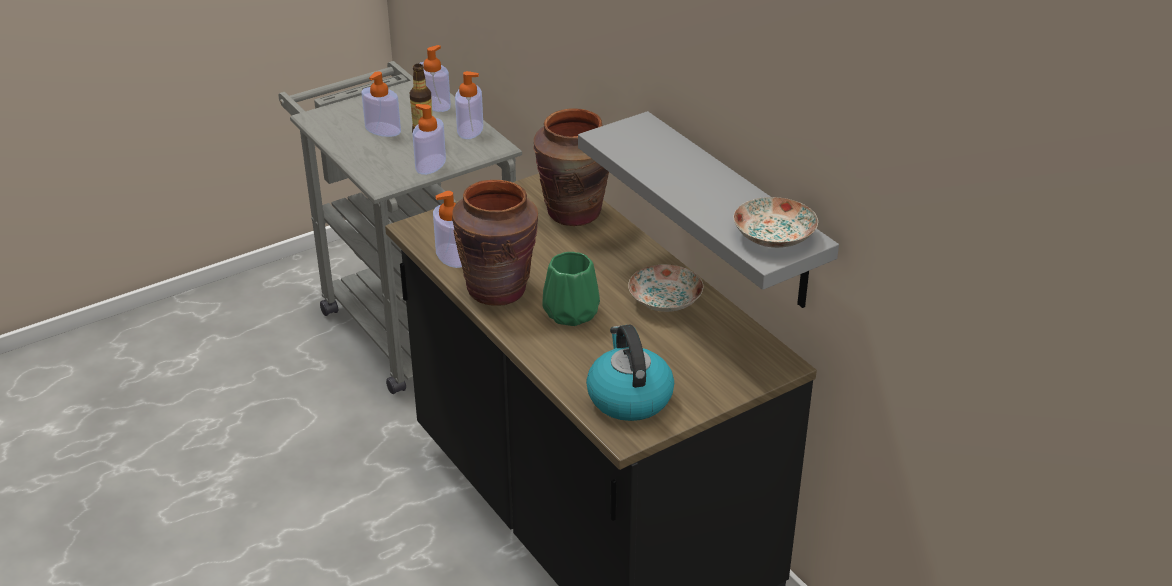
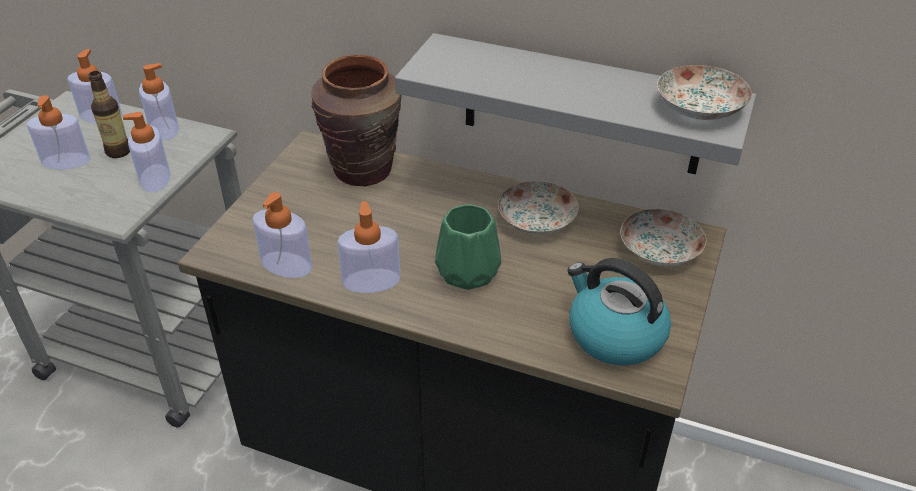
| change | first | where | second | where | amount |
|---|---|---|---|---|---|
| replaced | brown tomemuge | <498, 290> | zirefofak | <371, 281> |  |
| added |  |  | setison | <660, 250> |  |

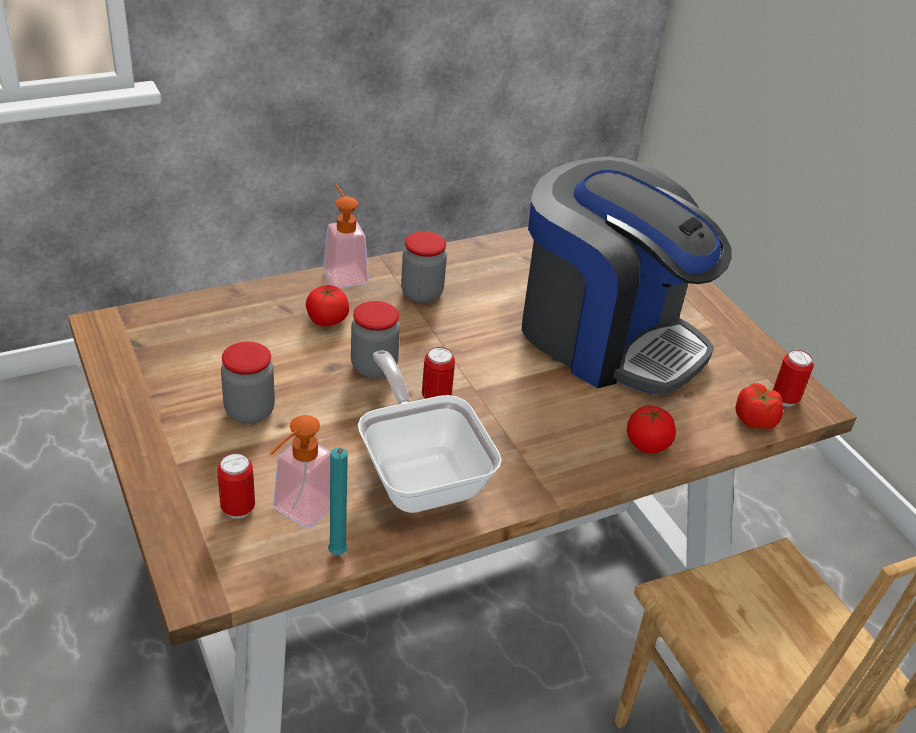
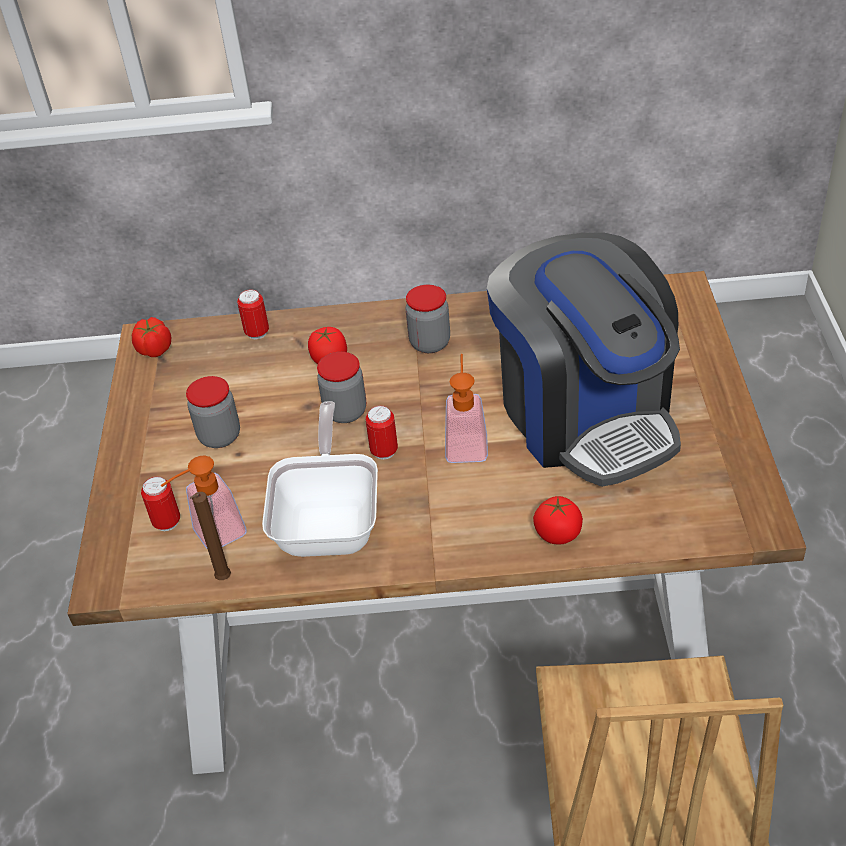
| change | first | where | second | where | amount |
|---|---|---|---|---|---|
| moved | zirefofak | <343, 272> |  | <466, 442> |  |
| moved | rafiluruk | <785, 399> |  | <257, 333> |  |
| moved | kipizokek | <755, 420> |  | <154, 349> |  |
| recoloured | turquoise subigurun | <337, 555> | brown subigurun | <222, 580> |  |

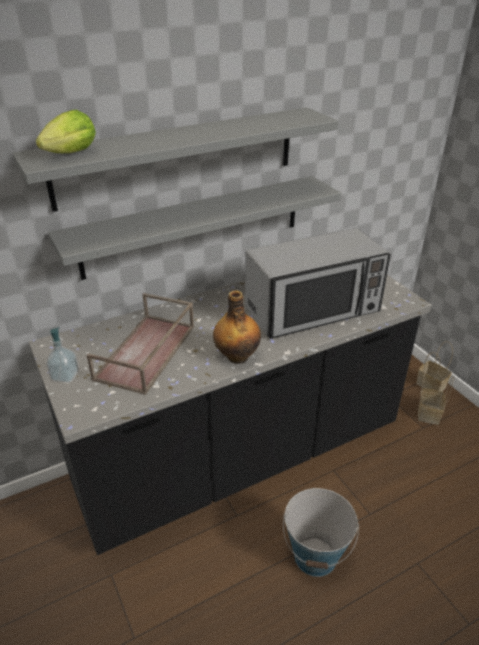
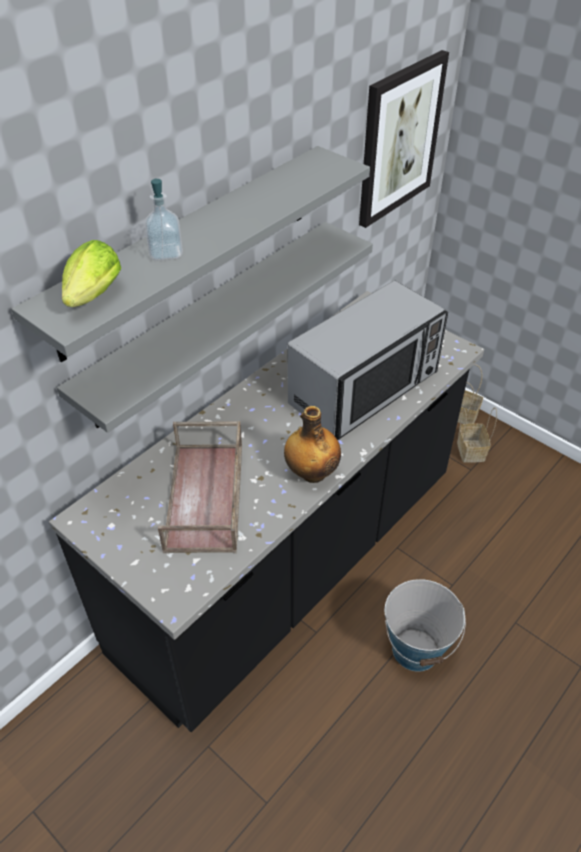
| change | first | where | second | where | amount |
|---|---|---|---|---|---|
| moved | zirefofak | <65, 376> |  | <166, 253> |  |
| added |  |  | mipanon | <399, 139> |  |

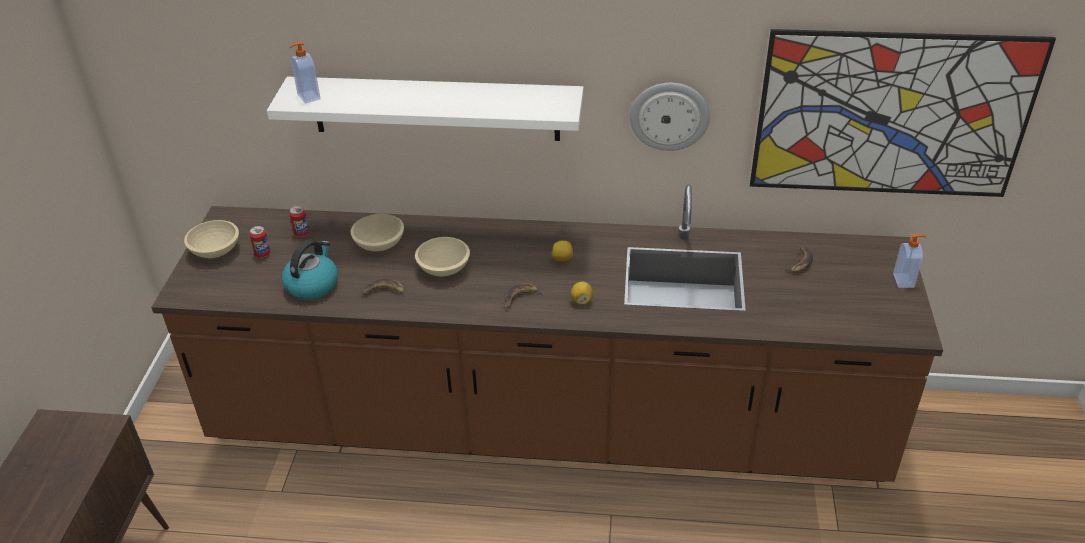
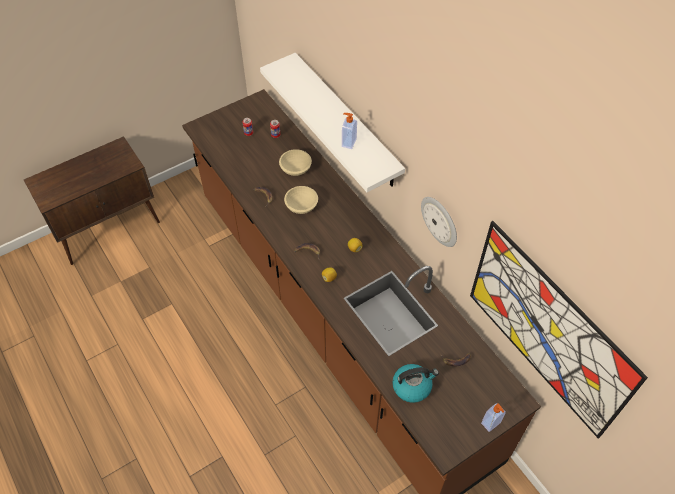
| change | first | where | second | where | amount |
|---|---|---|---|---|---|
| moved | zirefofak | <308, 97> |  | <348, 142> |  |
| removed | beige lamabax | <216, 250> |  |  |  |
| moved | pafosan | <312, 285> |  | <412, 386> |  |

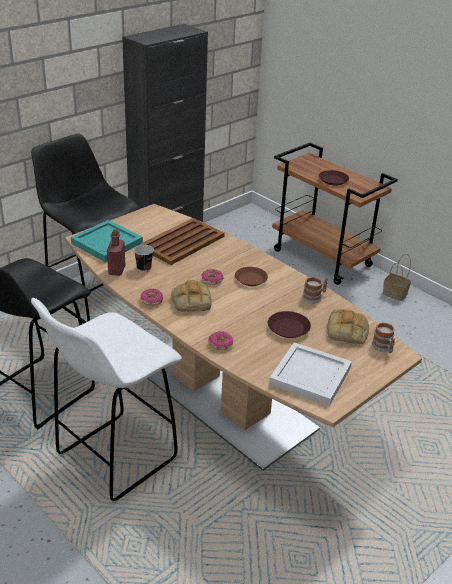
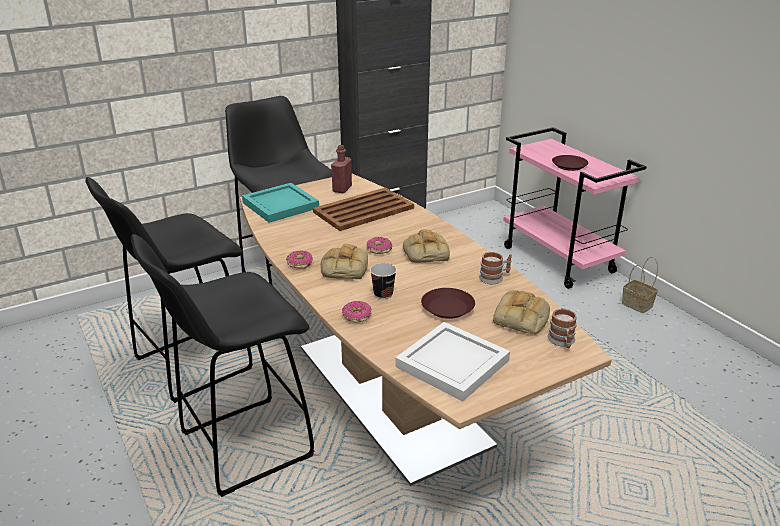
| change | first | where | second | where | amount |
|---|---|---|---|---|---|
| recoloured | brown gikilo | <323, 258> | pink gikilo | <559, 260> |  |
| moved | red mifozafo | <116, 270> |  | <342, 189> |  |
| moved | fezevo | <144, 268> |  | <383, 294> |  |
| replaced | brown setison | <250, 279> | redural | <425, 252> |  |
| recoloured | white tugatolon | <113, 459> | black tugatolon | <242, 446> |  |

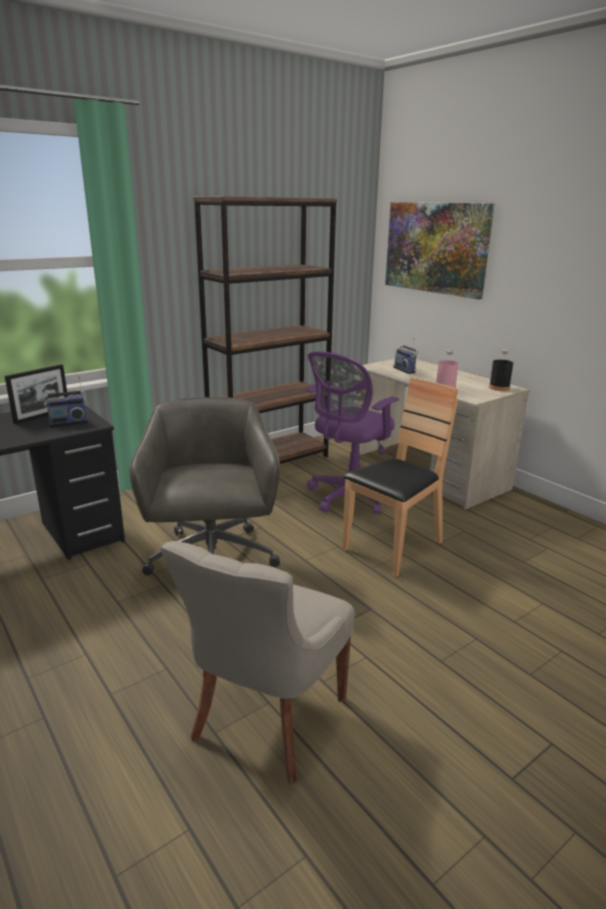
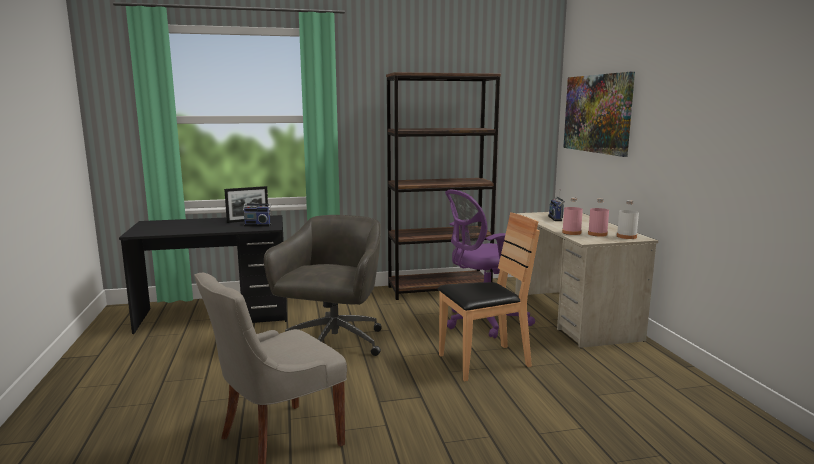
| change | first | where | second | where | amount |
|---|---|---|---|---|---|
| recoloured | black mifozafo | <499, 388> | white mifozafo | <626, 236> |  |
| added |  |  | pink mifozafo | <597, 234> |  |

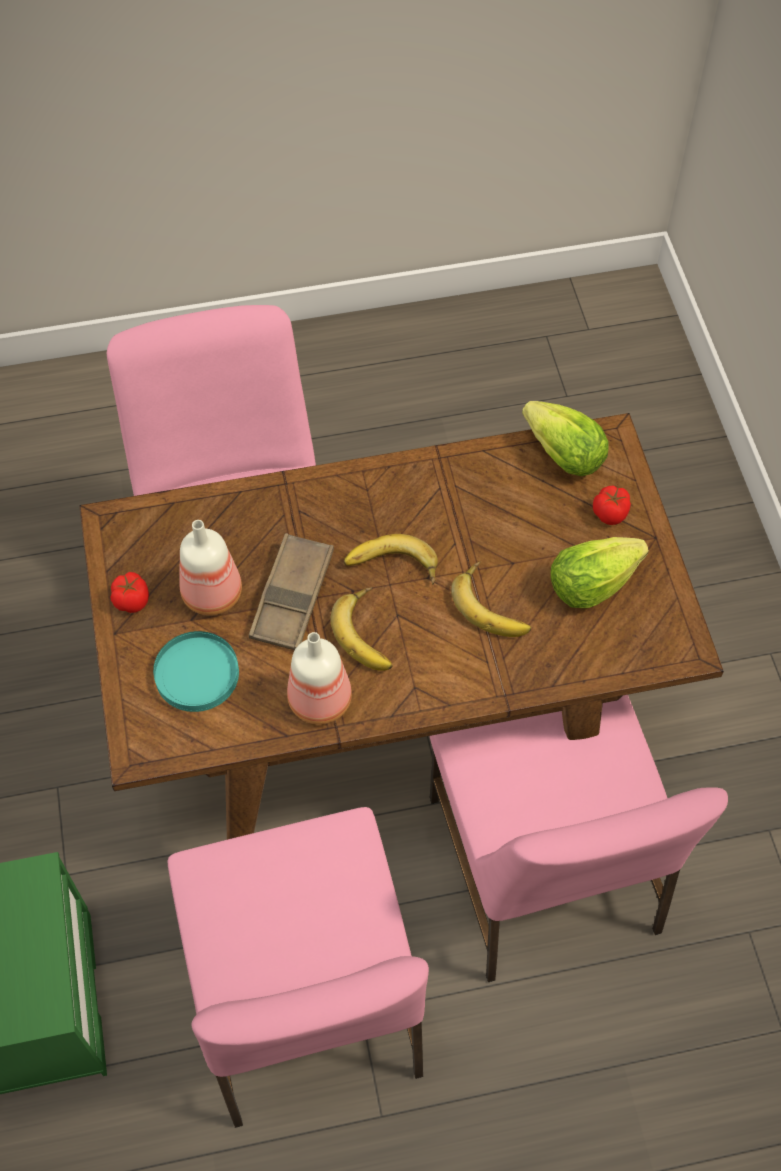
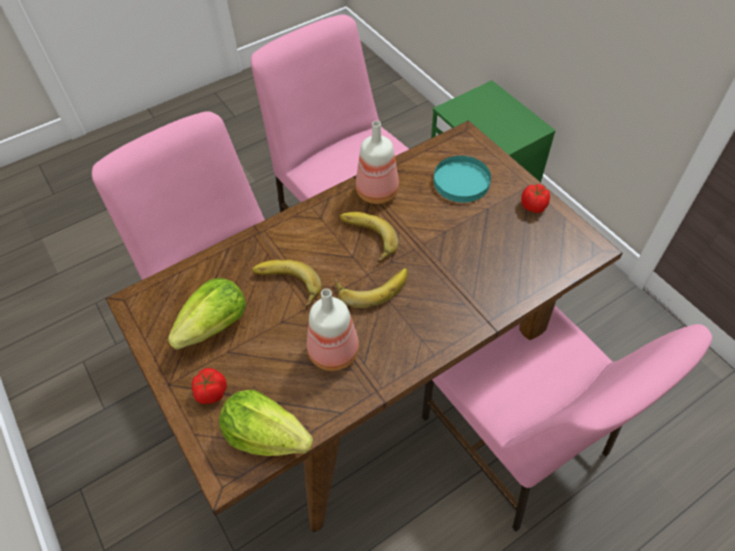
| change | first | where | second | where | amount |
|---|---|---|---|---|---|
| moved | mifozafo | <214, 594> |  | <332, 352> |  |
| removed | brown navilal | <292, 597> |  |  |  |

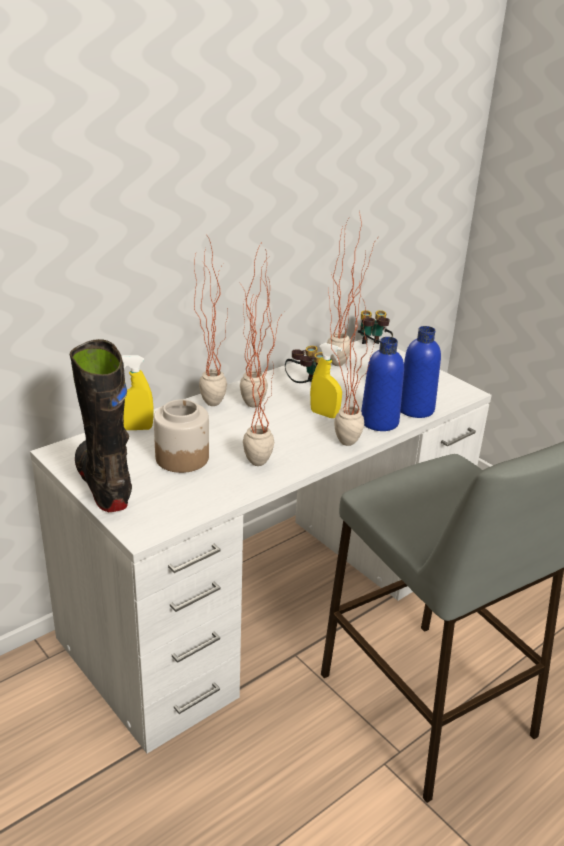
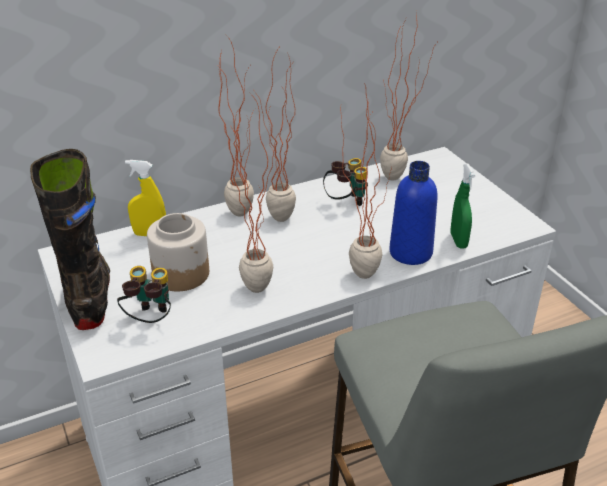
| change | first | where | second | where | amount |
|---|---|---|---|---|---|
| moved | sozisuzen | <372, 347> |  | <150, 319> |  |
| replaced | blue mifozafo | <415, 409> | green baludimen | <458, 241> |  |
| removed | yellow baludimen | <324, 414> |  |  |  |

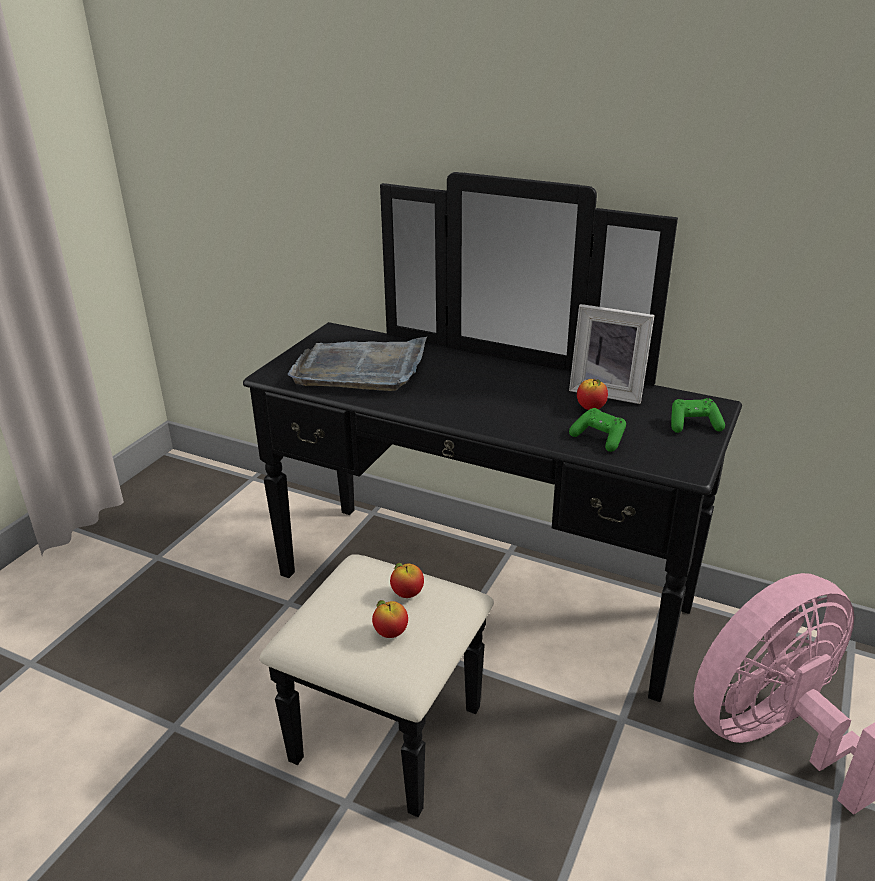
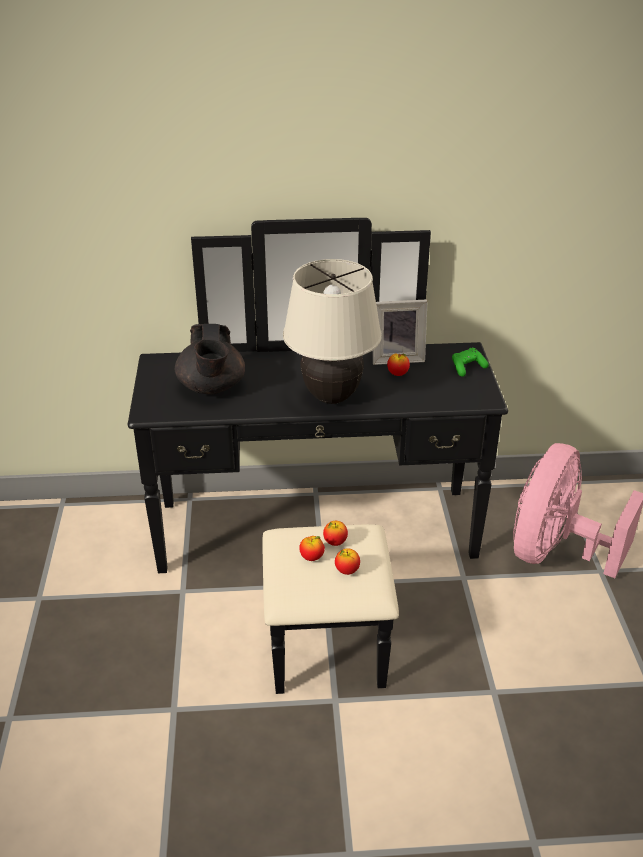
| change | first | where | second | where | amount |
|---|---|---|---|---|---|
| replaced | grey navilal | <361, 368> | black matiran | <211, 388> |  |
| removed | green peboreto | <599, 438> |  |  |  |
| added |  |  | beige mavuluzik | <331, 397> |  |
| added |  |  | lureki | <312, 557> |  |

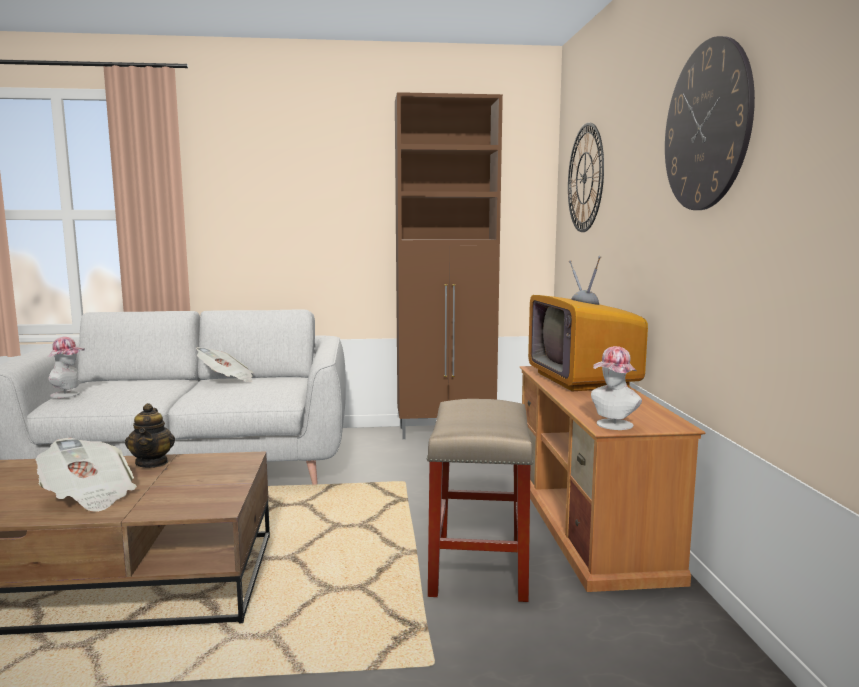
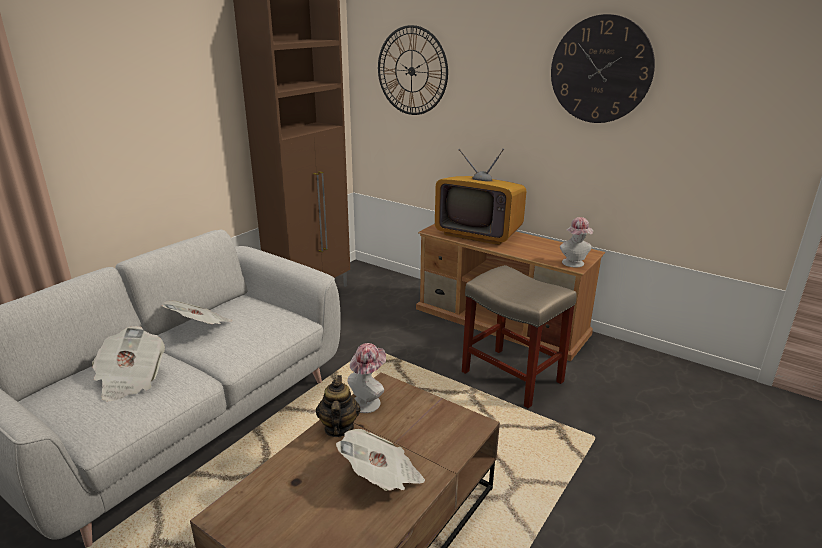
| change | first | where | second | where | amount |
|---|---|---|---|---|---|
| moved | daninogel | <69, 394> |  | <368, 401> |  |
| turned | matiran | <152, 463> |  | <338, 428> | 120 degrees counterclockwise |
| added |  |  | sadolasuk | <130, 379> |  |

